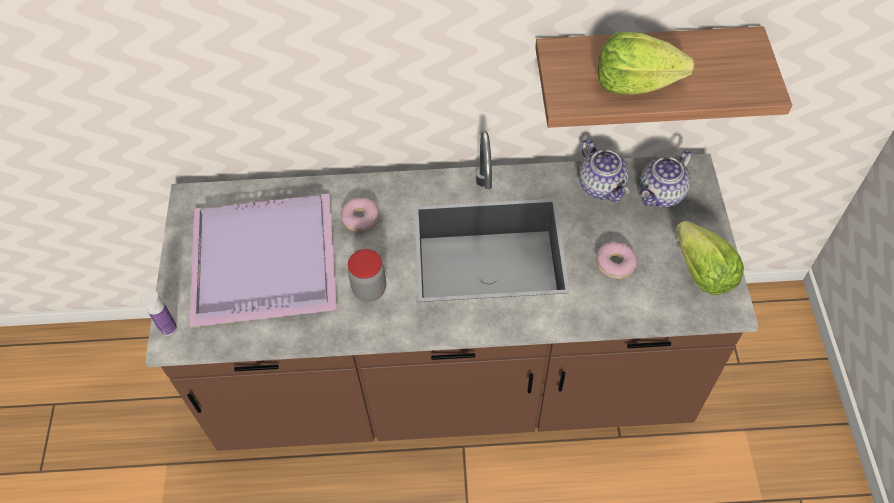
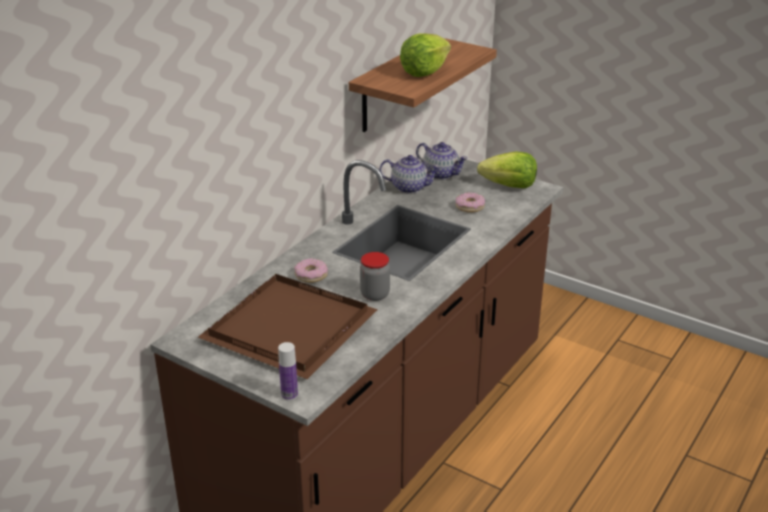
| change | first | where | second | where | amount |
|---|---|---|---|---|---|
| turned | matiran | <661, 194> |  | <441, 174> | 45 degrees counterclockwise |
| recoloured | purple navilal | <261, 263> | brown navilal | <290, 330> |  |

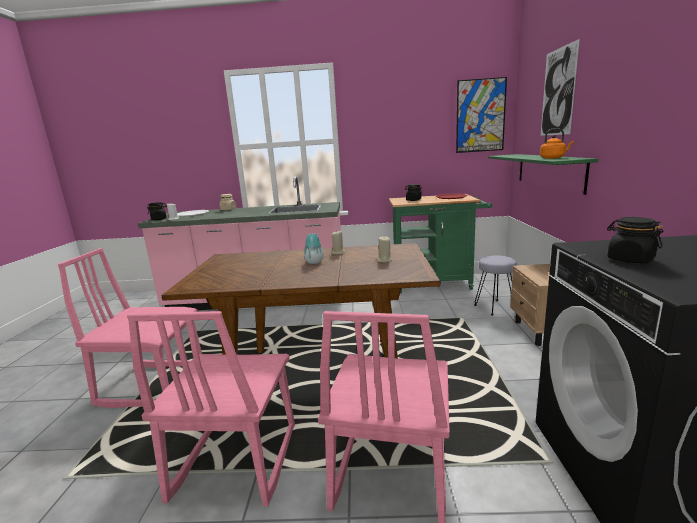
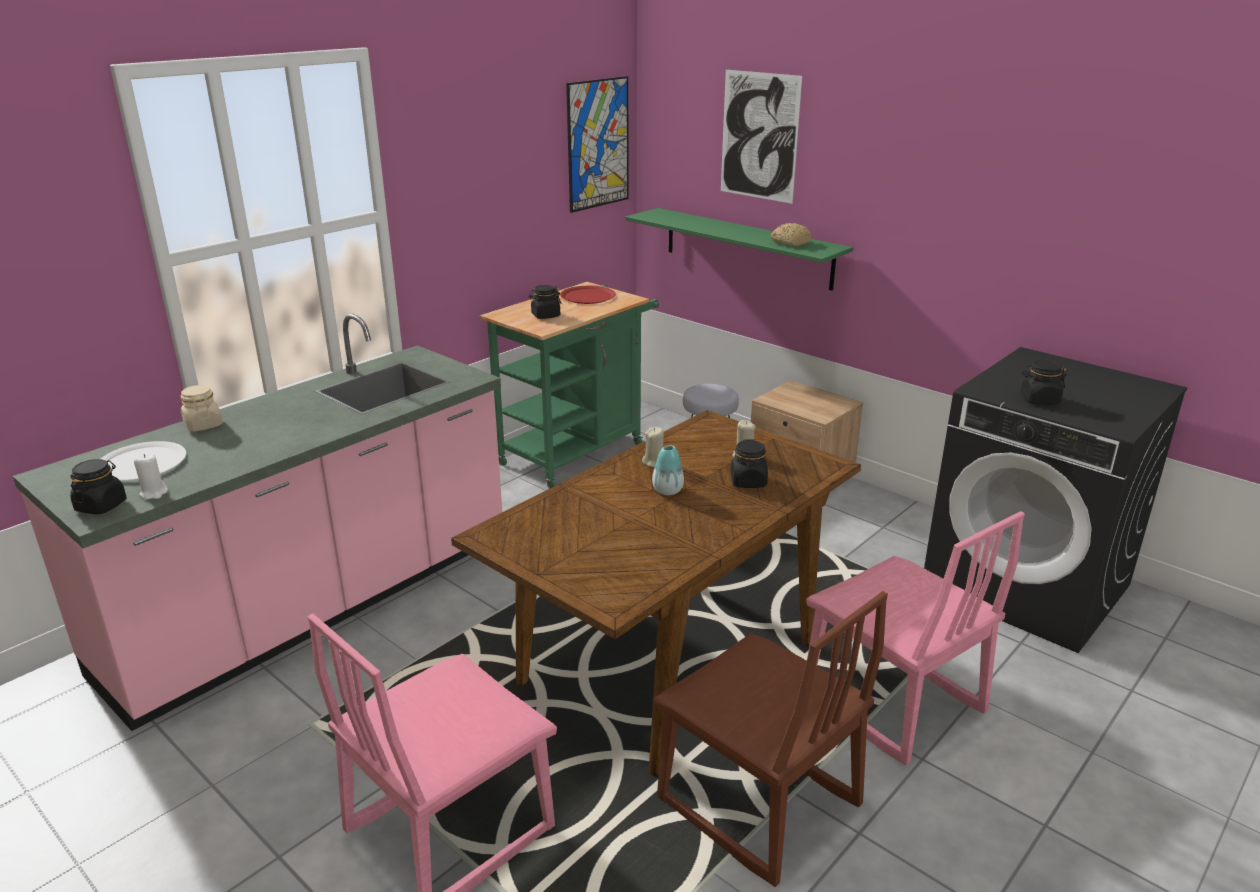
| change | first | where | second | where | amount |
|---|---|---|---|---|---|
| replaced | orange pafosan | <553, 158> | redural | <790, 242> |  |
| recoloured | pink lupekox | <235, 461> | brown lupekox | <757, 804> |  |
| added |  |  | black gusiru | <748, 482> |  |

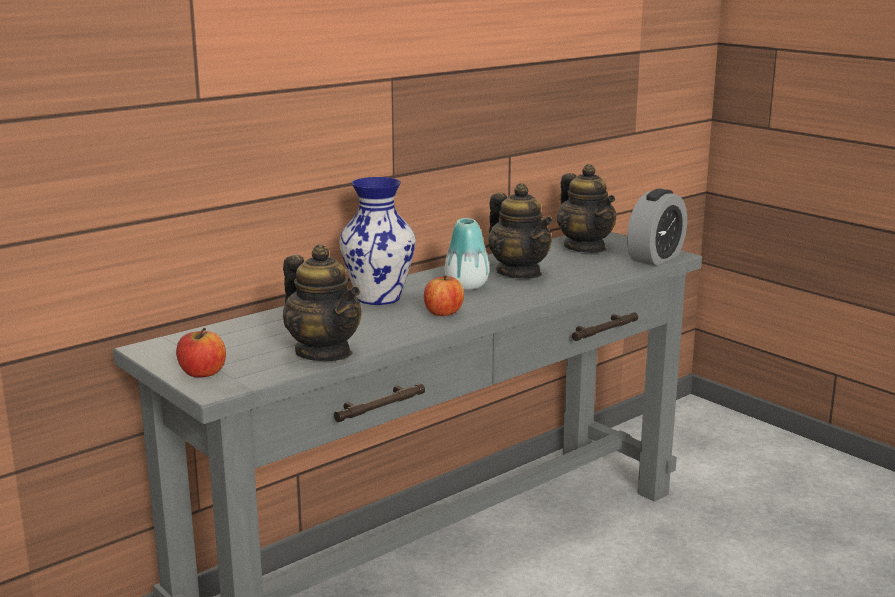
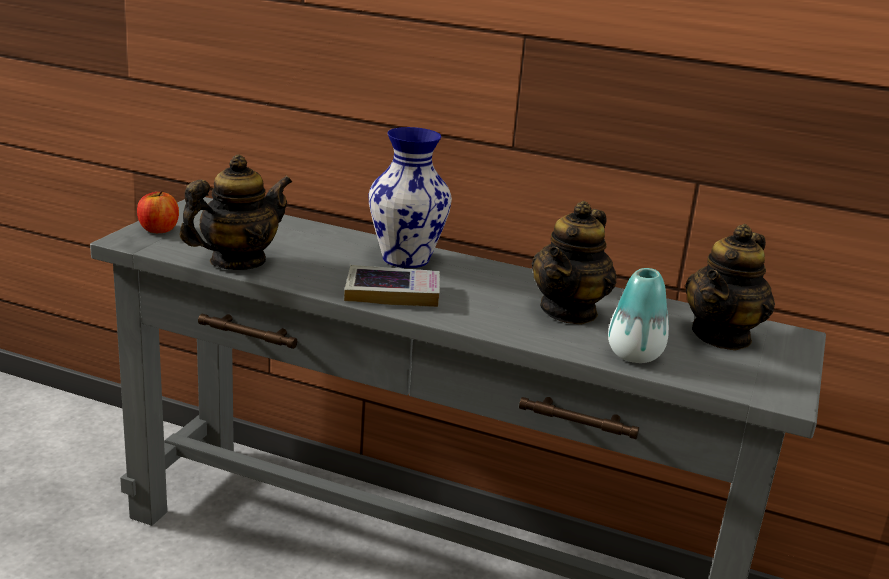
| change | first | where | second | where | amount |
|---|---|---|---|---|---|
| removed | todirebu | <655, 258> |  |  |  |
| moved | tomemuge | <466, 286> |  | <634, 355> |  |
| turned | matiran | <324, 352> |  | <237, 262> | 150 degrees counterclockwise |
| replaced | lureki | <443, 313> | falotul | <393, 293> |  |

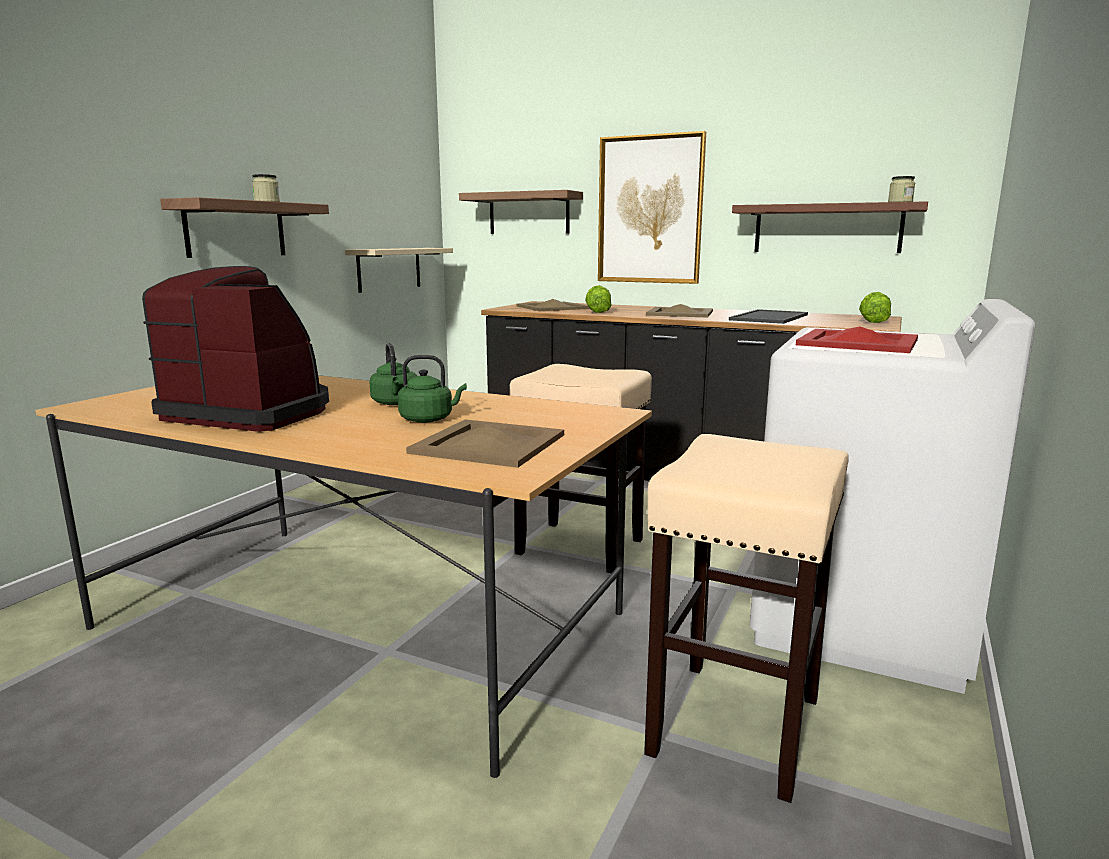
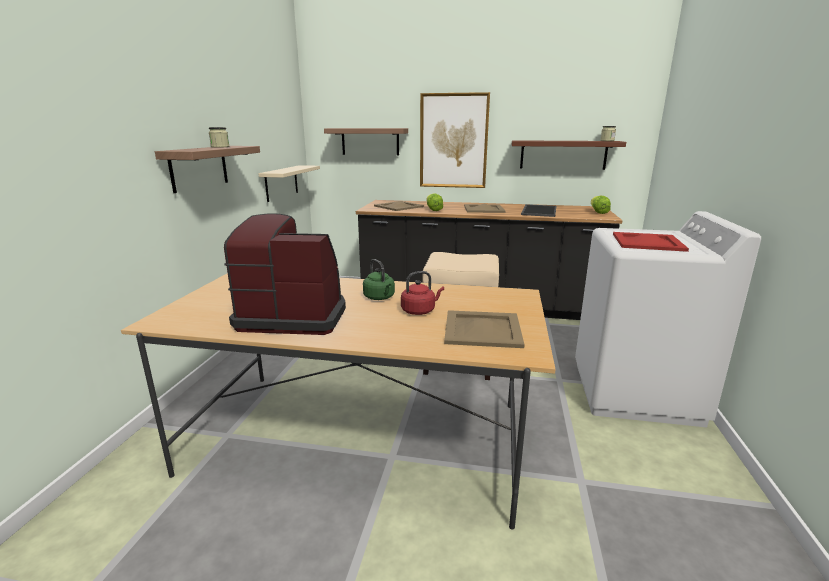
| change | first | where | second | where | amount |
|---|---|---|---|---|---|
| recoloured | green pafosan | <429, 419> | red pafosan | <420, 311> |  |
| removed | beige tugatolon | <735, 727> |  |  |  |

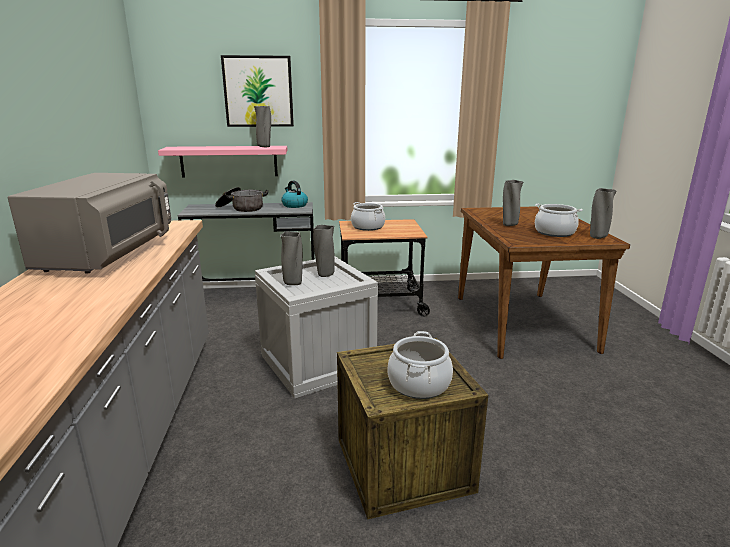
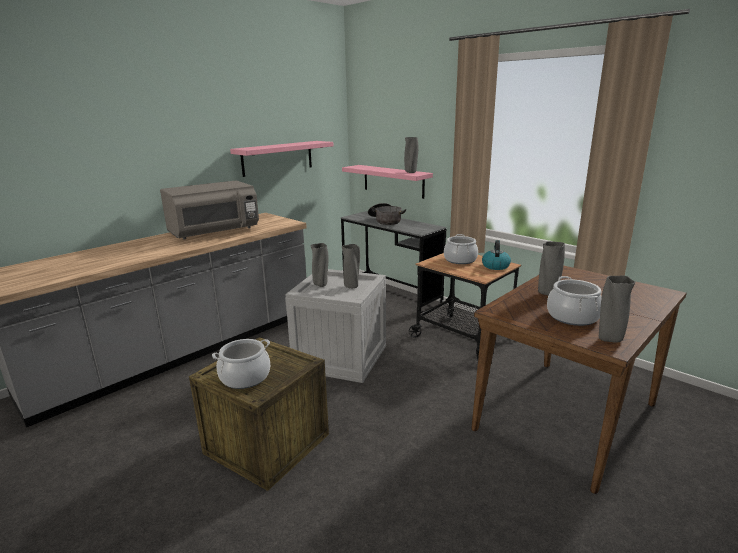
| change | first | where | second | where | amount |
|---|---|---|---|---|---|
| removed | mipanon | <258, 91> |  |  |  |
| moved | pafosan | <294, 205> |  | <495, 266> |  |
| added |  |  | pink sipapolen | <277, 158> |  |

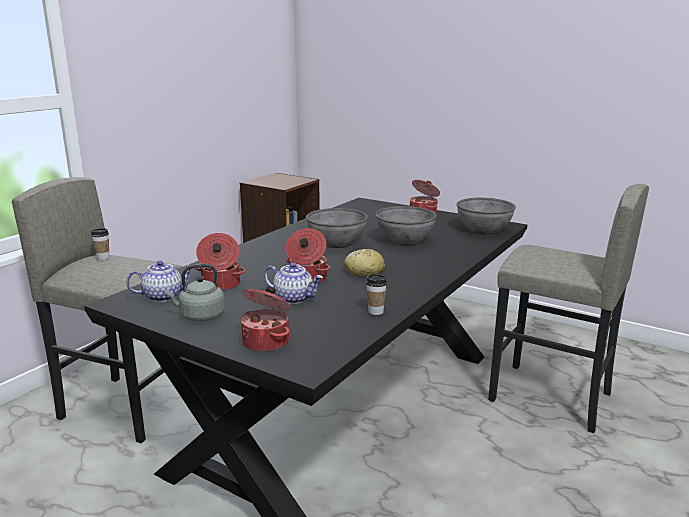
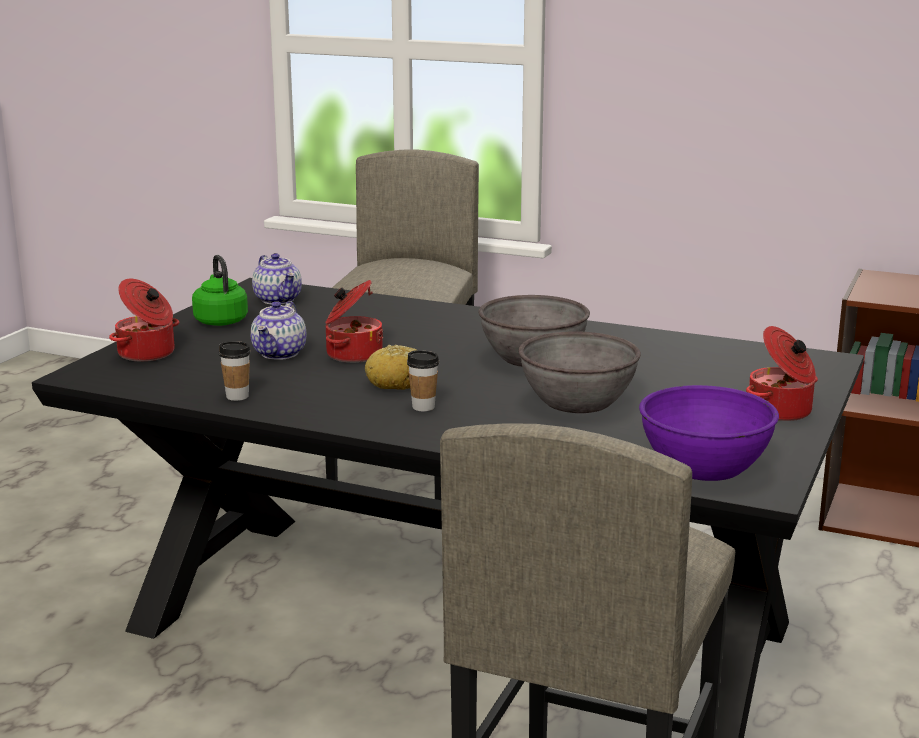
| change | first | where | second | where | amount |
|---|---|---|---|---|---|
| recoloured | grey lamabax | <483, 230> | purple lamabax | <705, 466> |  |
| moved | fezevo | <103, 258> |  | <423, 407> |  |
| removed | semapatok | <220, 285> |  |  |  |
| recoloured | grey pafosan | <200, 316> | green pafosan | <220, 320> |  |

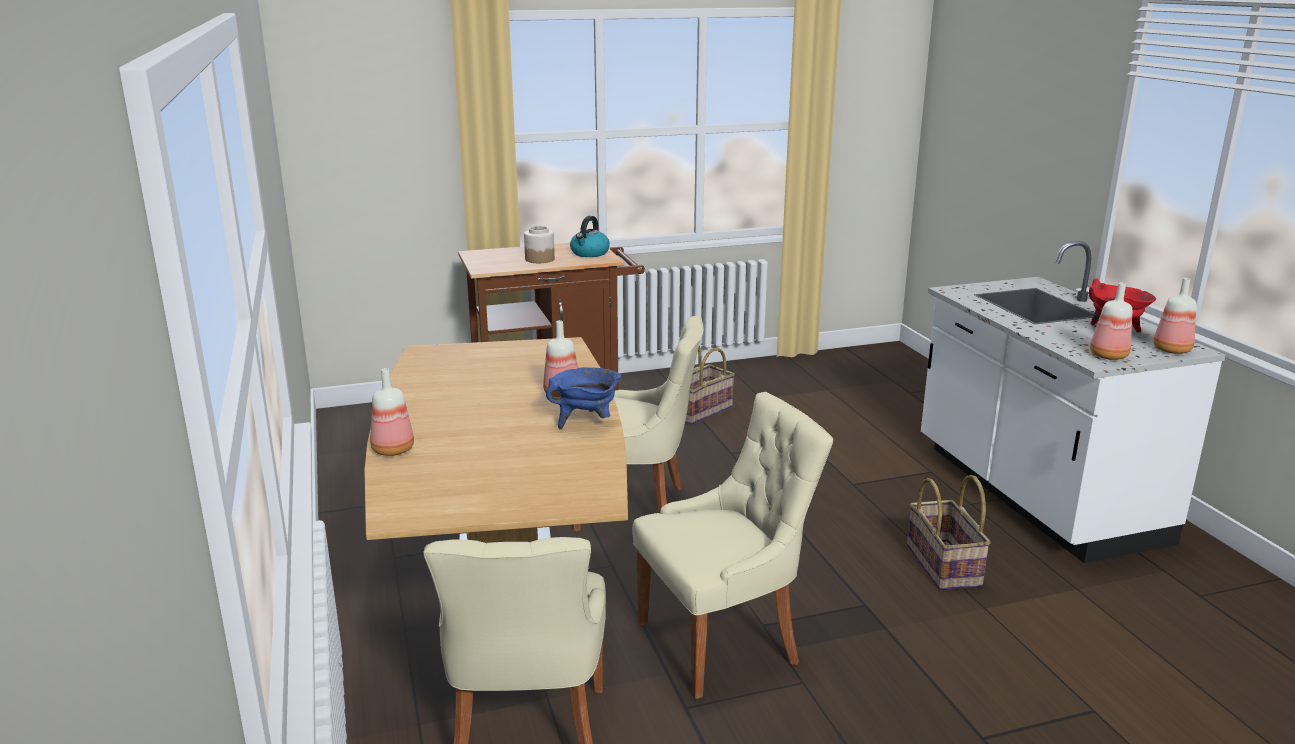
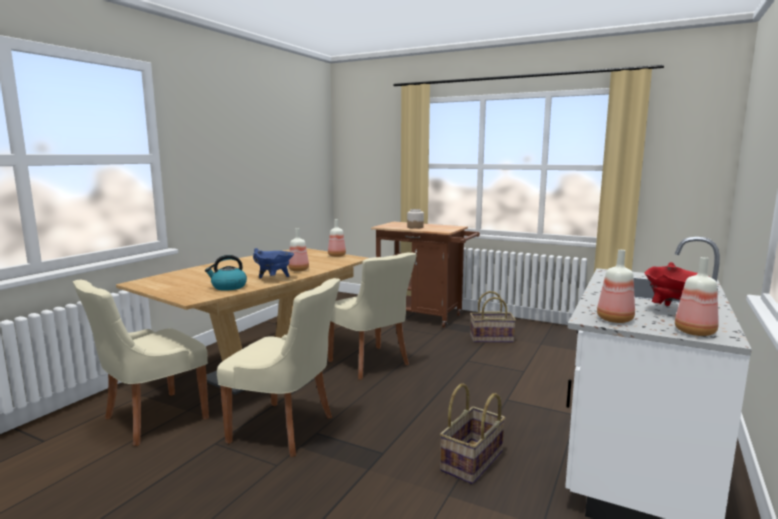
| change | first | where | second | where | amount |
|---|---|---|---|---|---|
| moved | pafosan | <589, 253> |  | <228, 287> |  |
| moved | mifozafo | <393, 450> |  | <336, 256> |  |

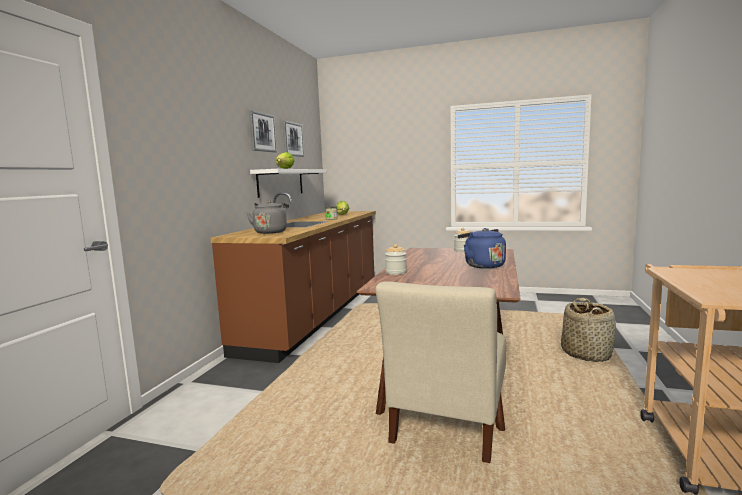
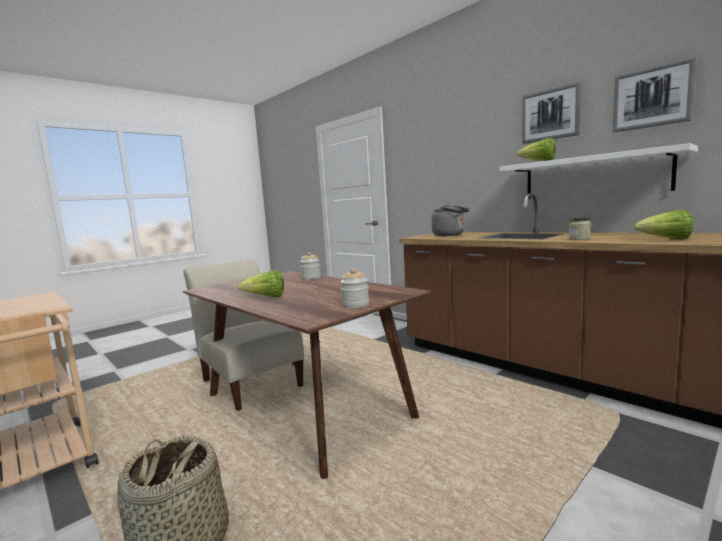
| change | first | where | second | where | amount |
|---|---|---|---|---|---|
| replaced | blue pafosan | <482, 265> | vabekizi | <266, 297> |  |

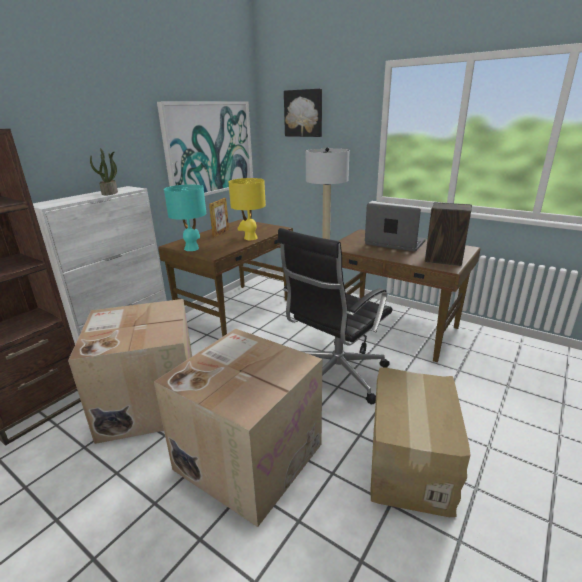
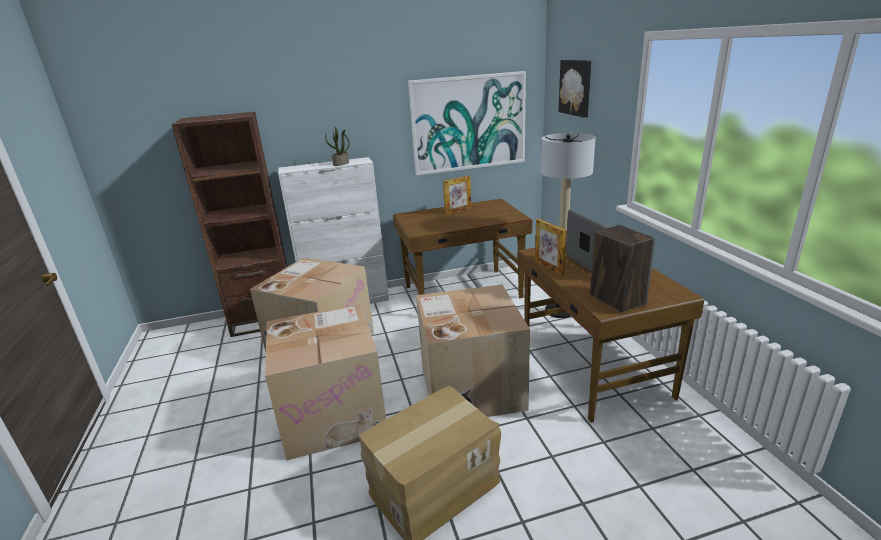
| change | first | where | second | where | amount |
|---|---|---|---|---|---|
| removed | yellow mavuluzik | <250, 238> |  |  |  |
| removed | turquoise mavuluzik | <192, 248> |  |  |  |
| replaced | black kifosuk | <335, 376> | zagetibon | <470, 387> |  |
| added |  |  | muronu | <549, 267> |  |

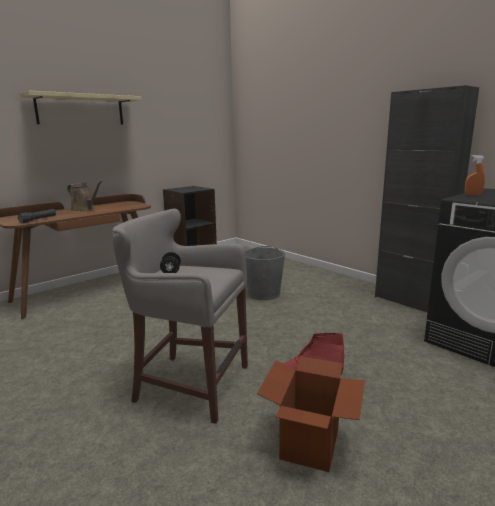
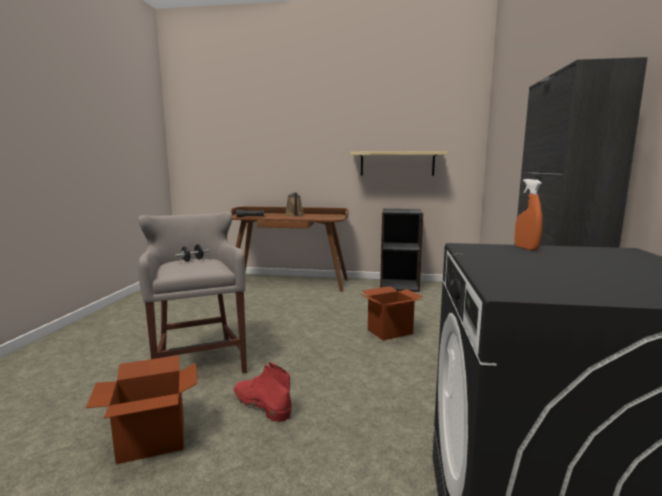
| change | first | where | second | where | amount |
|---|---|---|---|---|---|
| moved | beige sipapolen | <81, 110> |  | <397, 163> |  |
| replaced | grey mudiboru | <264, 293> | zagetibon | <390, 331> |  |

